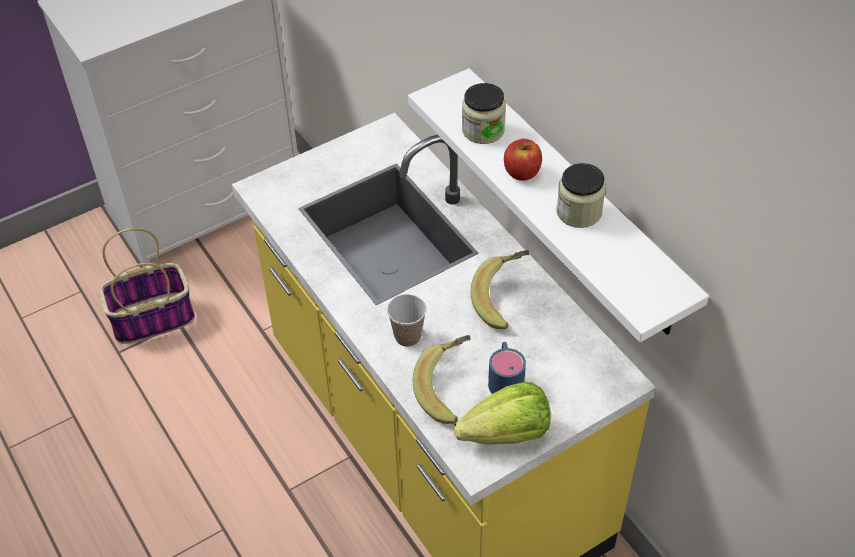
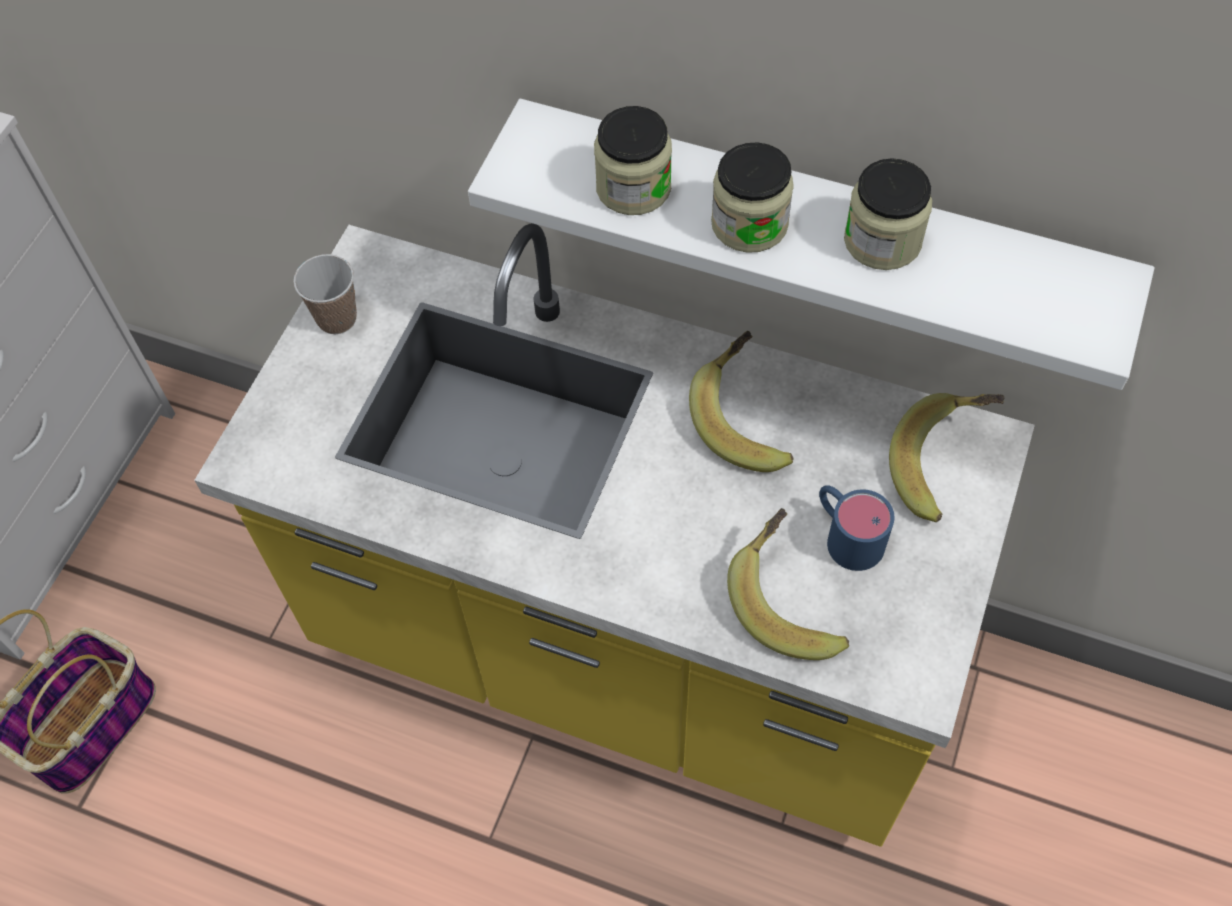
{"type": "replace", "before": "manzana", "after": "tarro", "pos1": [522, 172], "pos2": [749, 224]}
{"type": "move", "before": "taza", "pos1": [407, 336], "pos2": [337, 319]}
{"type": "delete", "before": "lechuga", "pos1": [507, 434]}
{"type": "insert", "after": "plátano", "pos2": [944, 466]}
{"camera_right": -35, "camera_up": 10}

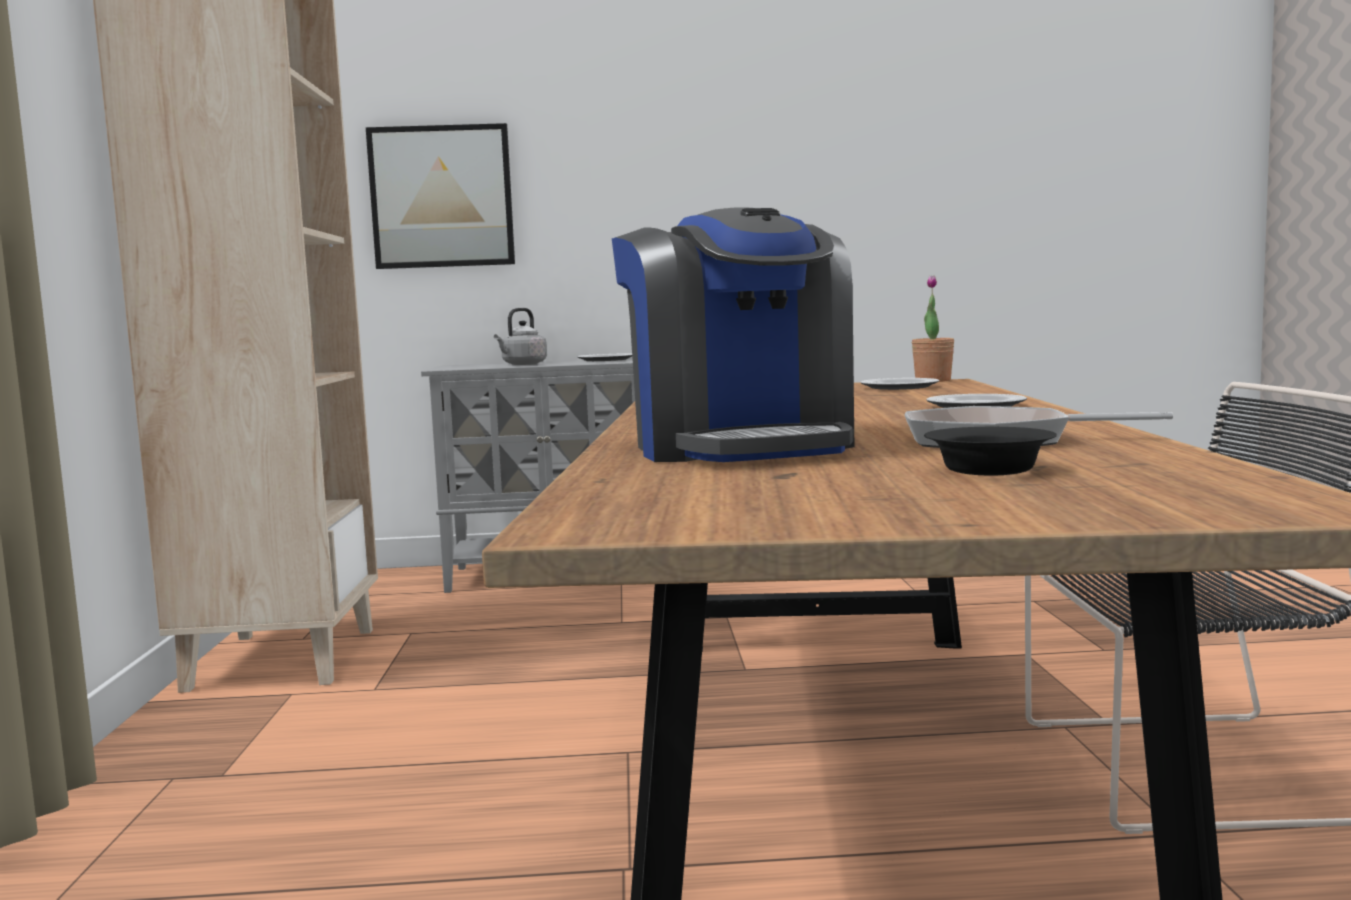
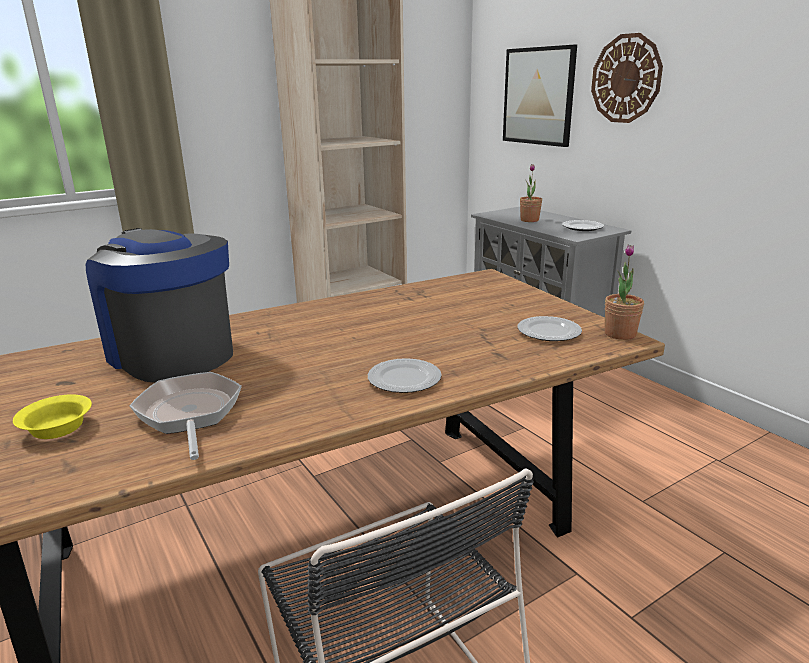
{"type": "rotate", "before": "cafetera", "pos1": [739, 447], "pos2": [171, 353], "turn": 90}
{"type": "replace", "before": "hervidor/gris", "after": "planta en maceta", "pos1": [522, 364], "pos2": [529, 220]}
{"type": "recolor", "before": "cuenco/negro", "after": "cuenco/amarillo", "pos1": [987, 471], "pos2": [56, 428]}
{"type": "insert", "after": "reloj de pared", "pos2": [626, 79]}
{"camera_right": 60, "camera_up": 15}

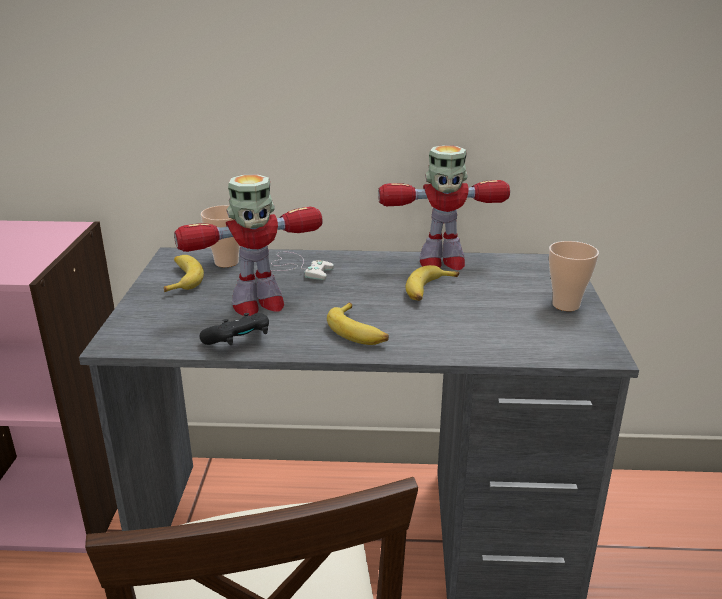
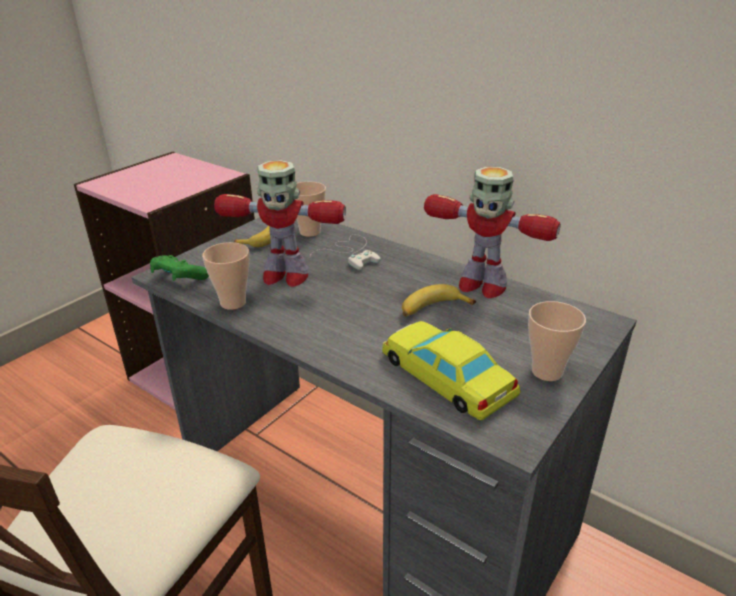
{"type": "delete", "before": "plátano", "pos1": [358, 332]}
{"type": "replace", "before": "mando de consola/negro", "after": "taza", "pos1": [239, 342], "pos2": [233, 303]}
{"type": "insert", "after": "mando de consola/verde", "pos2": [179, 278]}
{"type": "insert", "after": "coche de juguete/amarillo", "pos2": [446, 376]}
{"camera_right": 35, "camera_up": 5}

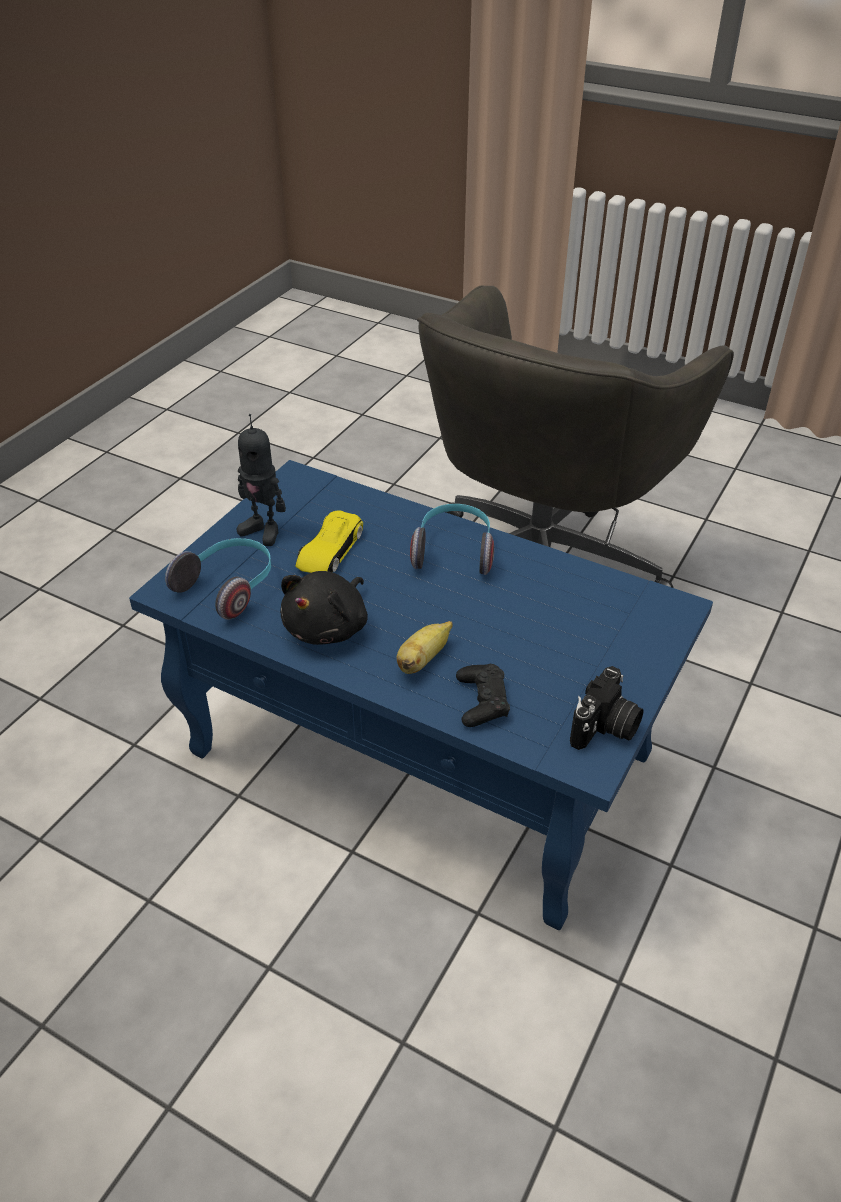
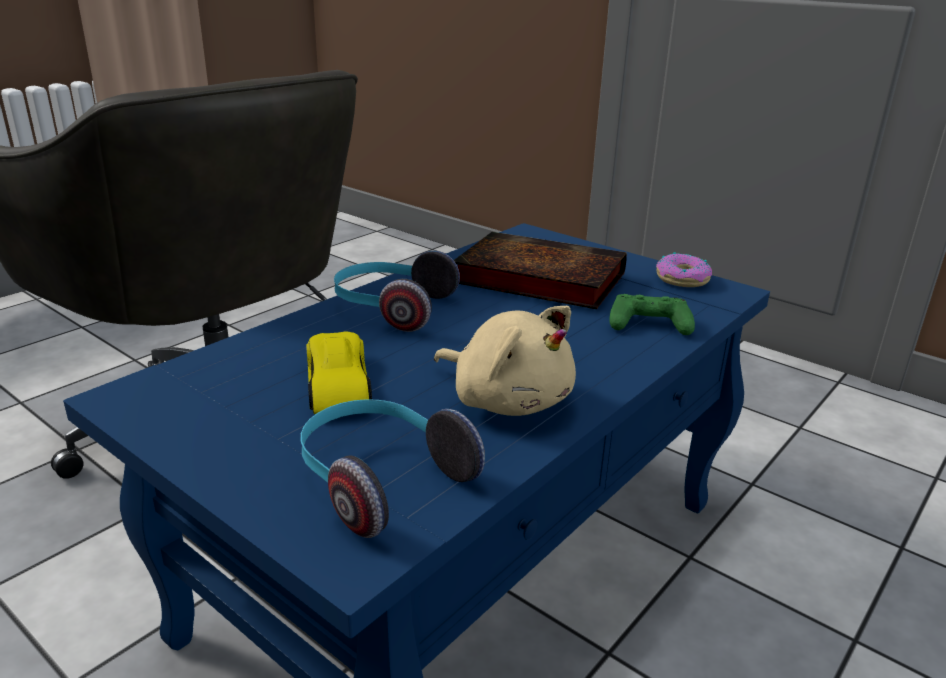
{"type": "delete", "before": "robot de juguete", "pos1": [263, 531]}
{"type": "rotate", "before": "coche de juguete/amarillo", "pos1": [330, 550], "pos2": [338, 385], "turn": 45}
{"type": "recolor", "before": "peluche/negro", "after": "peluche/beis", "pos1": [329, 627], "pos2": [507, 400]}
{"type": "delete", "before": "plátano", "pos1": [423, 660]}
{"type": "recolor", "before": "mando de consola/negro", "after": "mando de consola/verde", "pos1": [482, 701], "pos2": [649, 324]}
{"type": "replace", "before": "cámara", "after": "rosquilla", "pos1": [605, 728], "pos2": [683, 279]}
{"type": "insert", "after": "libro", "pos2": [535, 279]}
{"camera_right": -80, "camera_up": -15}

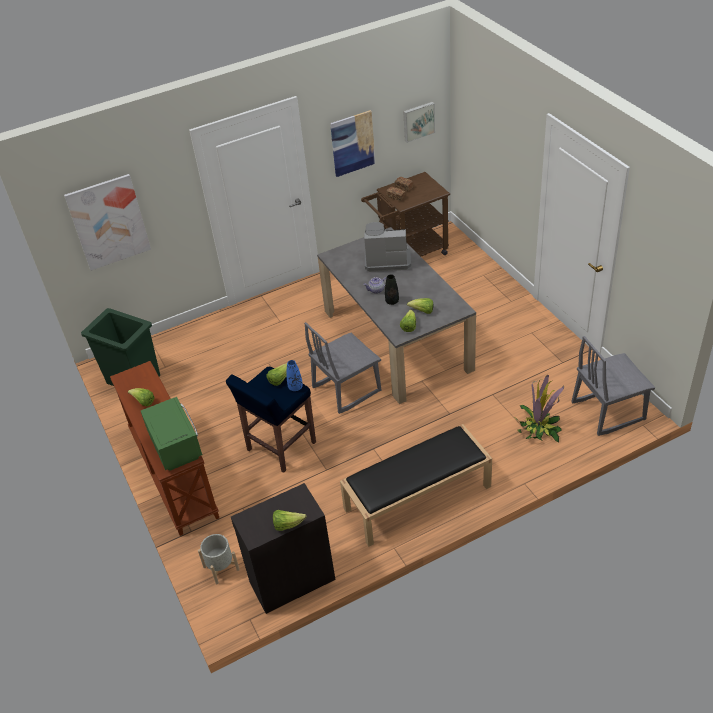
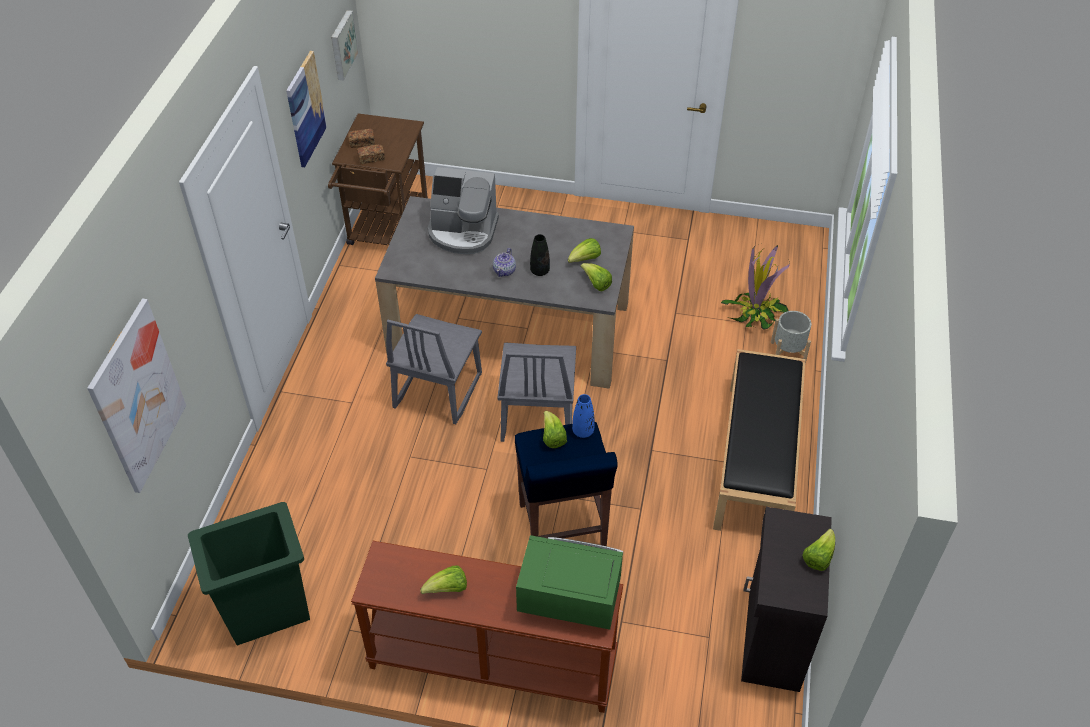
{"type": "rotate", "before": "cafetera", "pos1": [387, 259], "pos2": [463, 232], "turn": -120}
{"type": "move", "before": "silla/gris", "pos1": [607, 410], "pos2": [437, 390]}
{"type": "move", "before": "maceta/gris", "pos1": [221, 568], "pos2": [787, 353]}
{"camera_right": -55, "camera_up": 5}

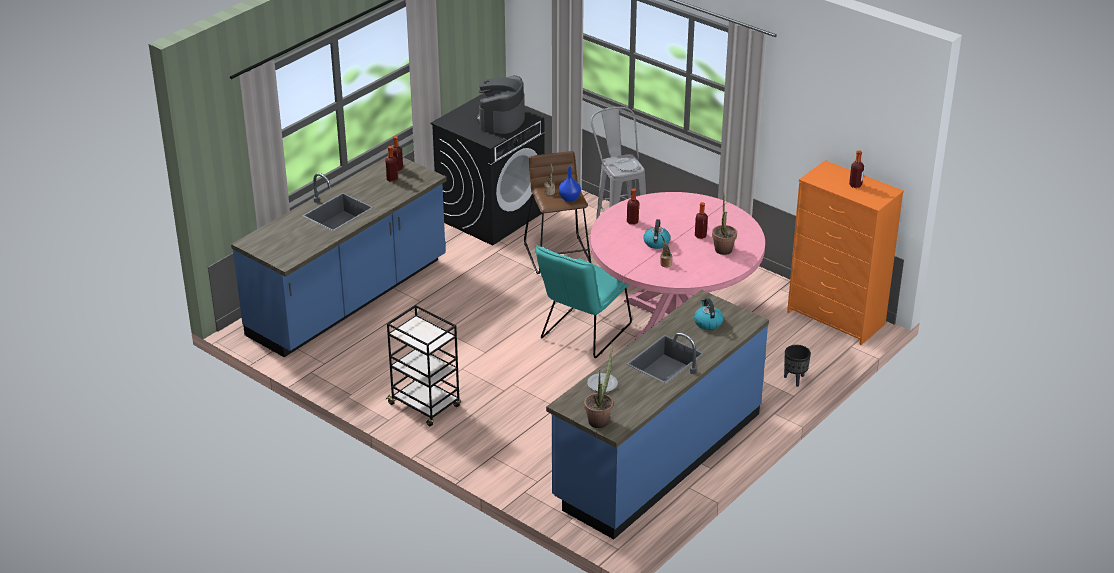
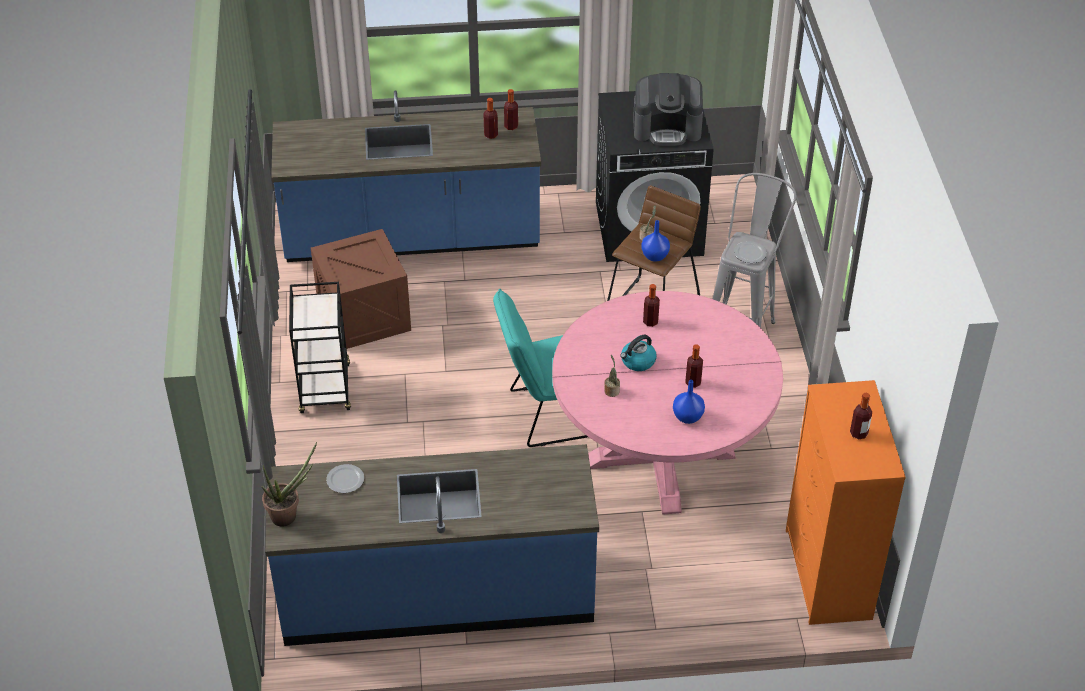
{"type": "rotate", "before": "cafetera", "pos1": [501, 120], "pos2": [667, 128], "turn": -150}
{"type": "replace", "before": "planta en maceta", "after": "florero/azul", "pos1": [723, 252], "pos2": [687, 417]}
{"type": "delete", "before": "hervidor", "pos1": [707, 323]}
{"type": "delete", "before": "maceta/negro", "pos1": [795, 379]}
{"type": "insert", "after": "caja de embalaje", "pos2": [364, 316]}
{"camera_right": 45, "camera_up": 10}

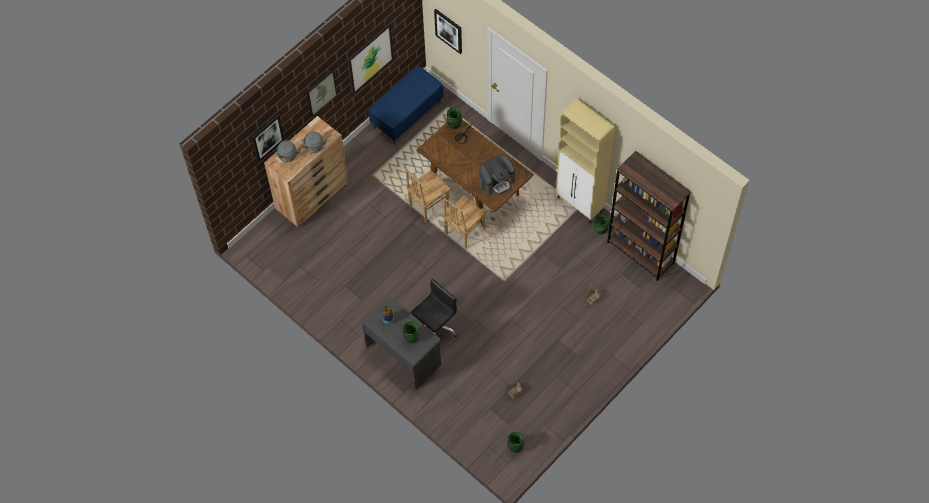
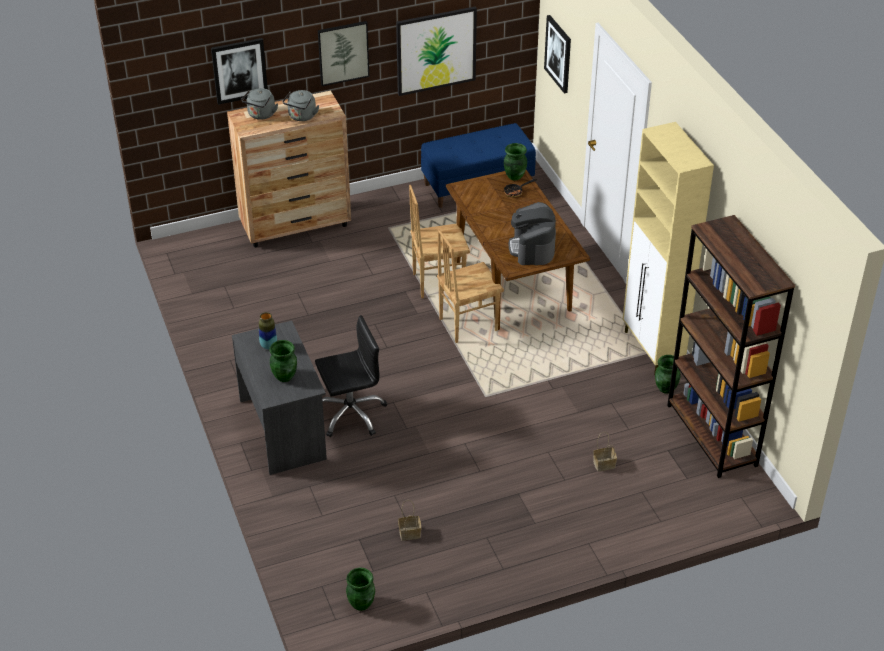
{"type": "rotate", "before": "cafetera", "pos1": [497, 181], "pos2": [532, 248], "turn": 90}
{"camera_right": 25, "camera_up": -20}

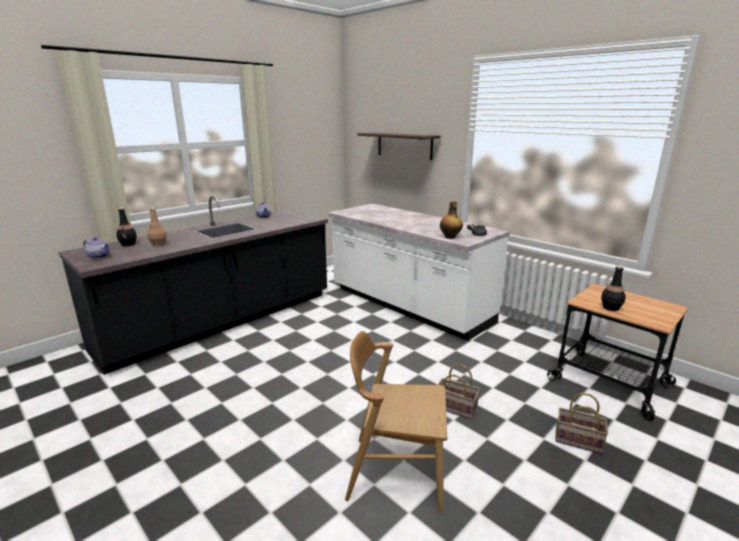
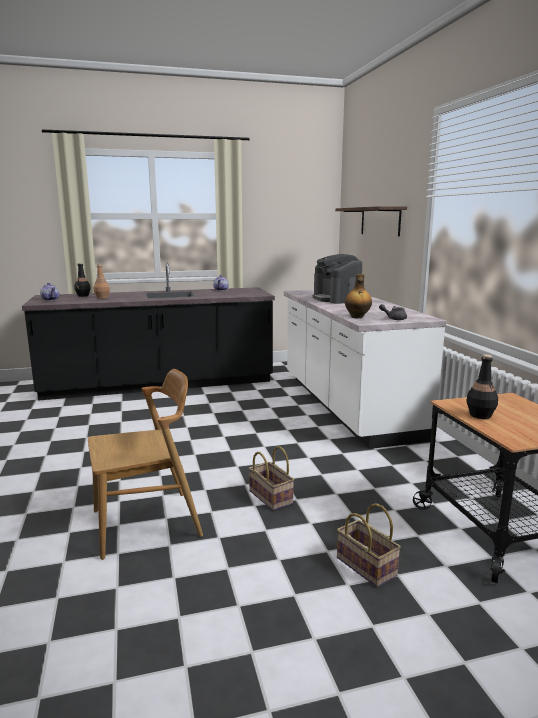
{"type": "rotate", "before": "silla/marrón", "pos1": [396, 472], "pos2": [147, 523], "turn": 120}
{"type": "insert", "after": "cafetera", "pos2": [337, 299]}
{"camera_right": 30, "camera_up": -5}

